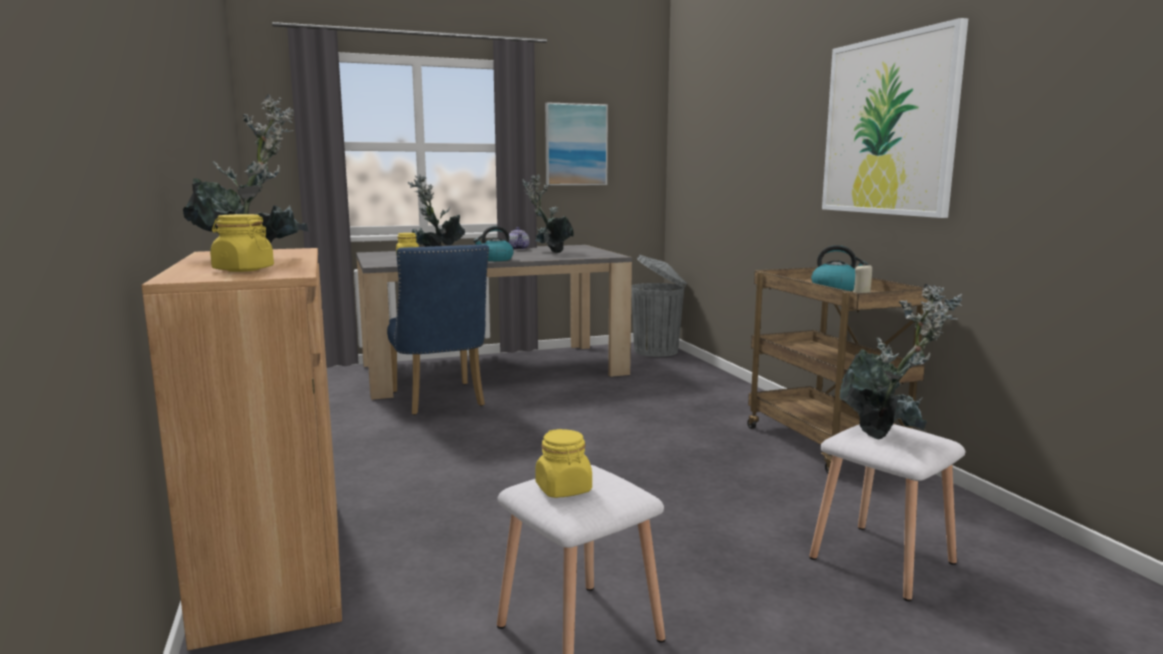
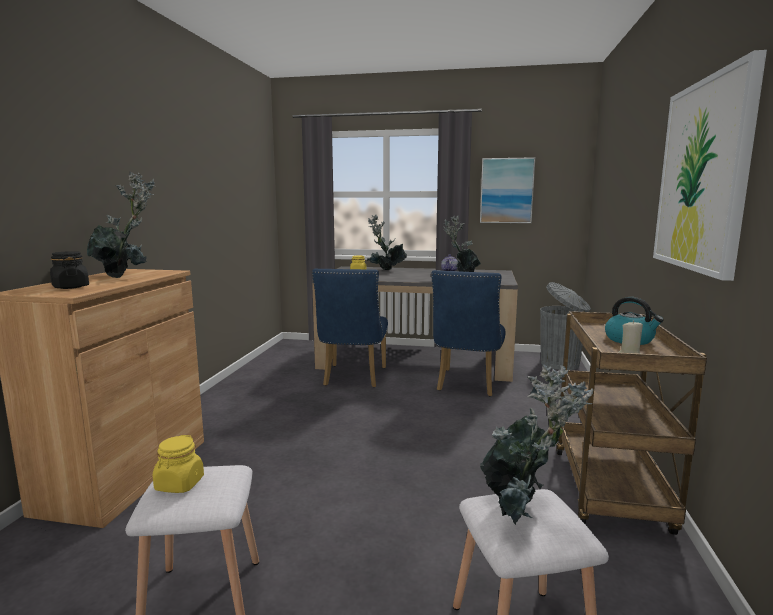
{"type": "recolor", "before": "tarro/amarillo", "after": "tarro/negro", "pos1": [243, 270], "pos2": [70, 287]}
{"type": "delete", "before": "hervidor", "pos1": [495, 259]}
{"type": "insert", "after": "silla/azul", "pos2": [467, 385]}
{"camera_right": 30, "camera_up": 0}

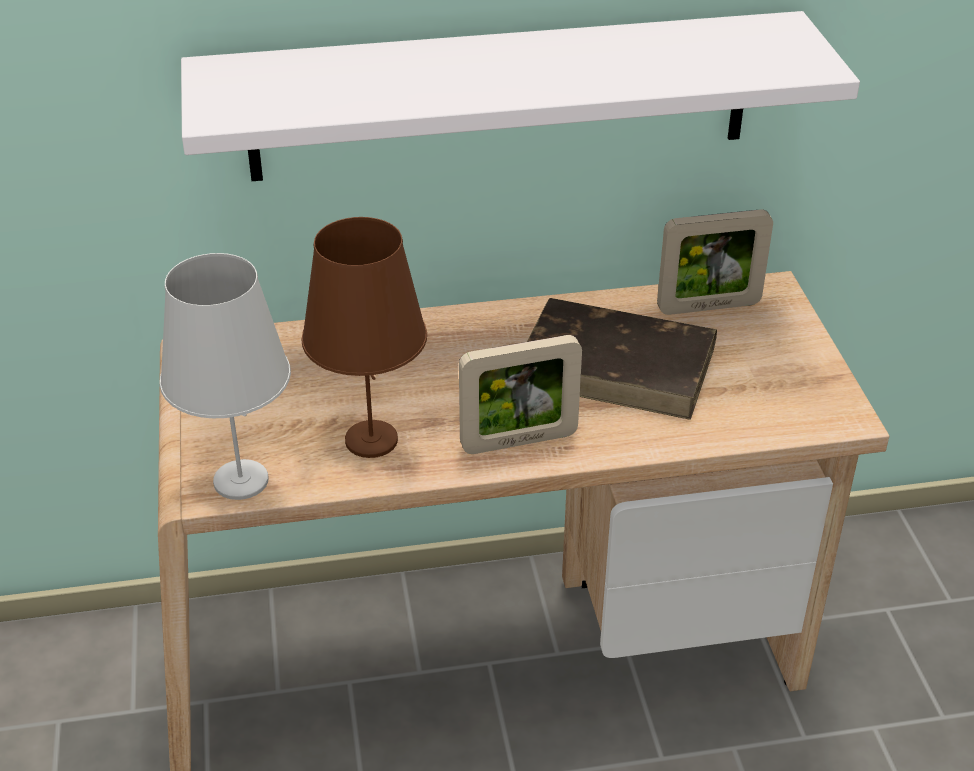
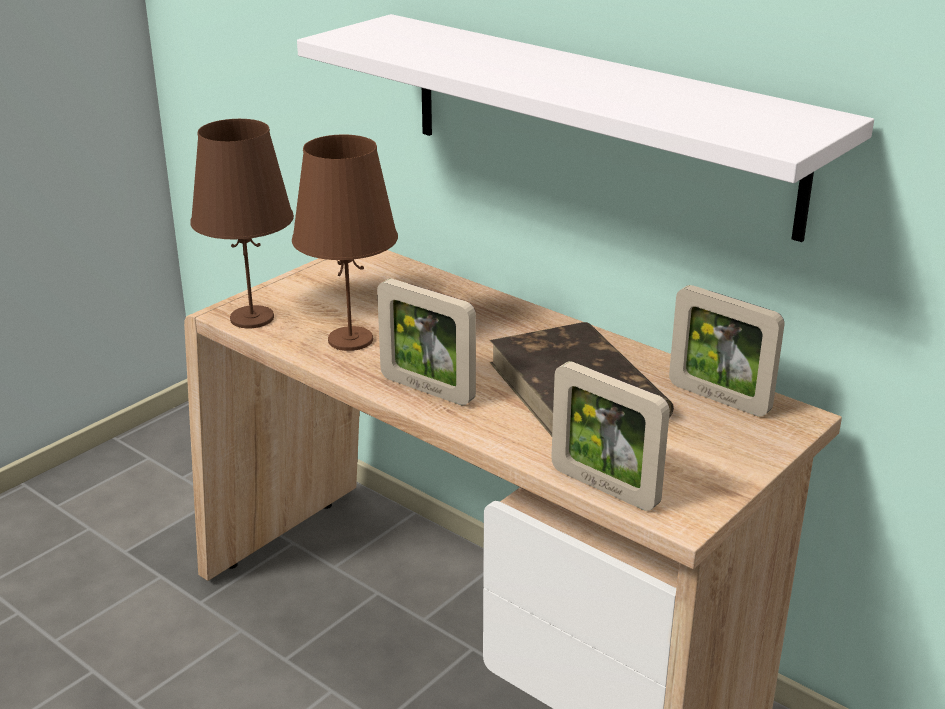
{"type": "recolor", "before": "lámpara de mesa/blanco", "after": "lámpara de mesa/marrón", "pos1": [241, 480], "pos2": [252, 318]}
{"type": "insert", "after": "portarretratos", "pos2": [604, 487]}
{"camera_right": 50, "camera_up": -10}

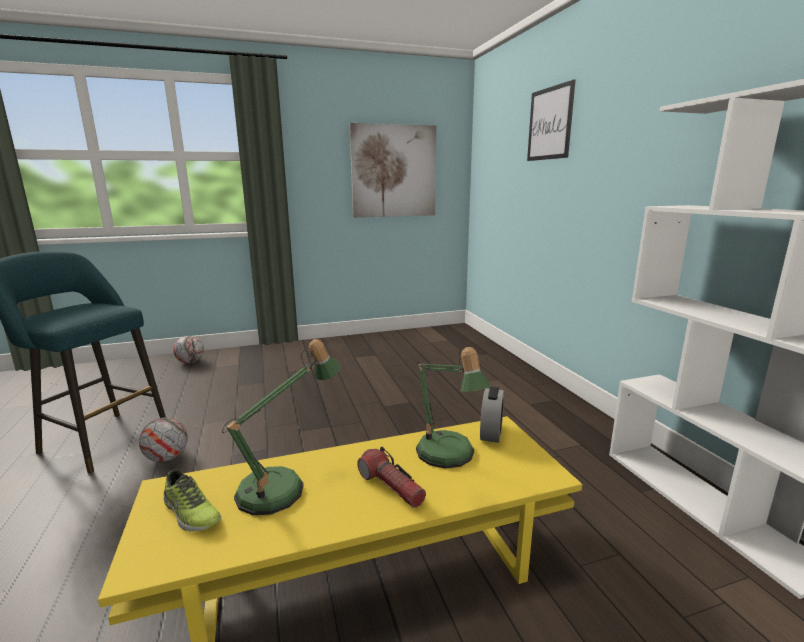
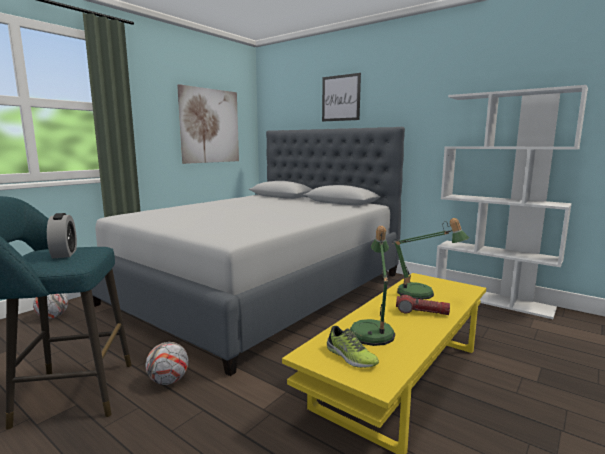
{"type": "move", "before": "despertador", "pos1": [491, 433], "pos2": [64, 254]}
{"type": "rotate", "before": "zapato", "pos1": [190, 513], "pos2": [350, 357], "turn": 45}
{"type": "insert", "after": "cama/gris", "pos2": [259, 288]}
{"camera_right": -35, "camera_up": -5}

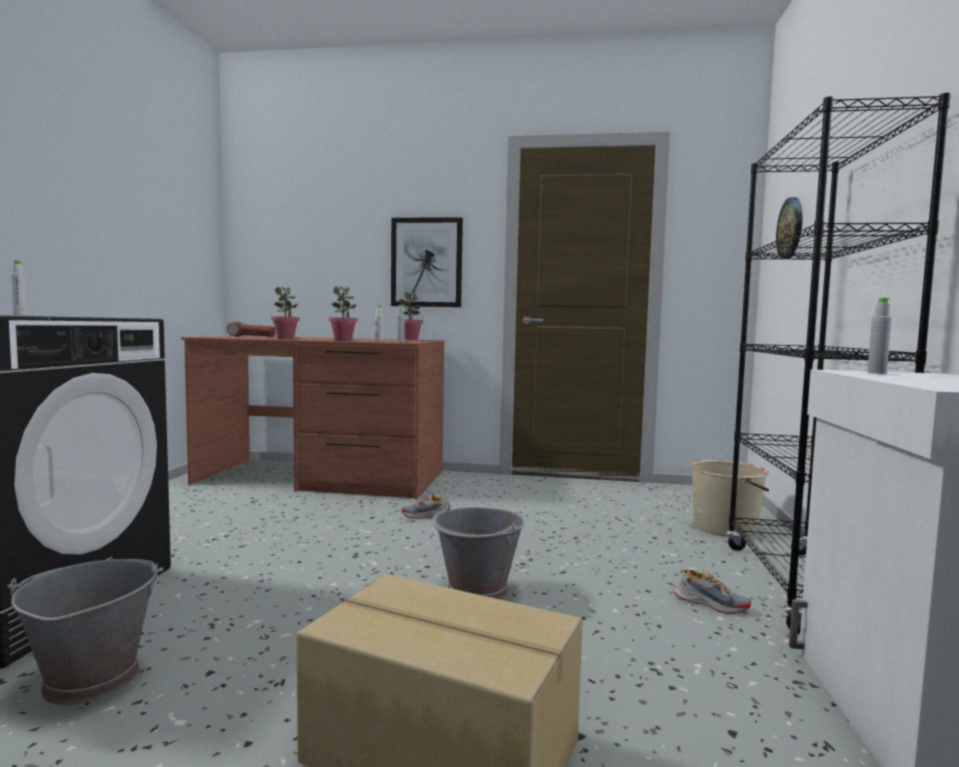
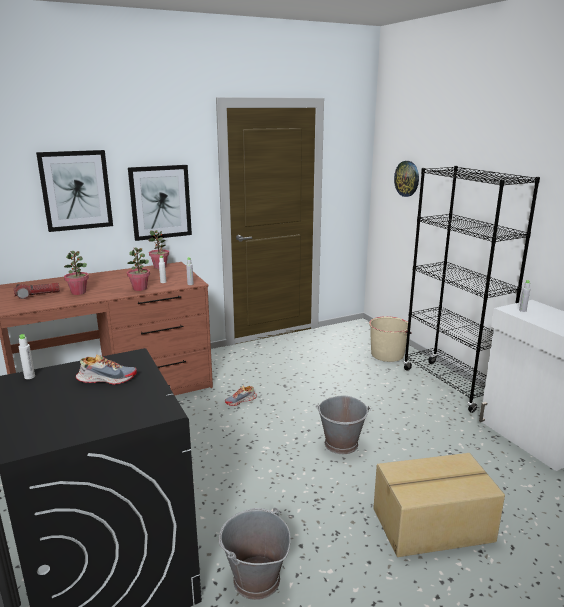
{"type": "move", "before": "zapato", "pos1": [710, 603], "pos2": [107, 379]}
{"type": "insert", "after": "cuadro", "pos2": [76, 190]}
{"camera_right": -35, "camera_up": 15}

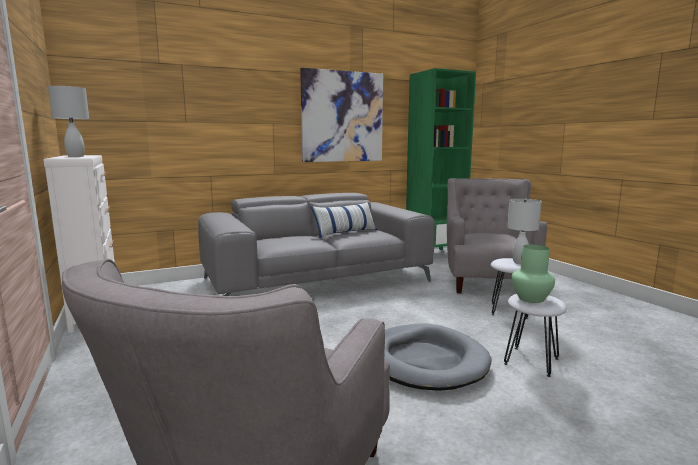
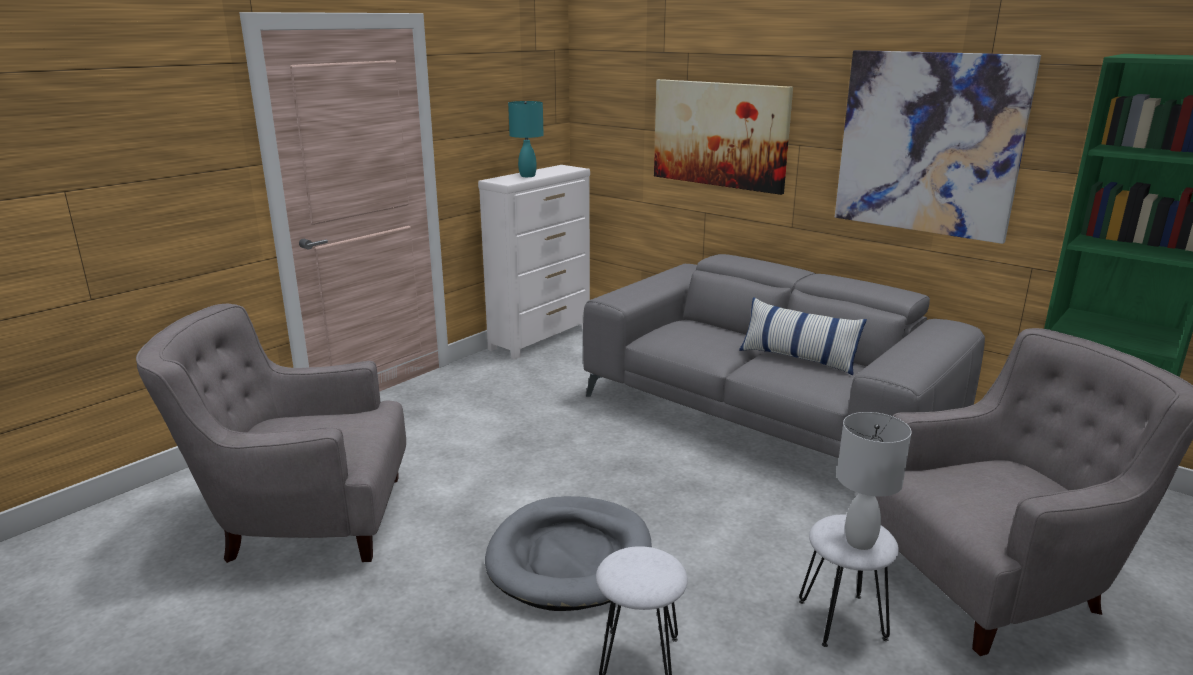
{"type": "recolor", "before": "lámpara de mesa/blanco", "after": "lámpara de mesa/turquesa", "pos1": [75, 156], "pos2": [527, 176]}
{"type": "delete", "before": "florero/verde", "pos1": [530, 299]}
{"type": "insert", "after": "cuadro", "pos2": [719, 134]}
{"camera_right": 65, "camera_up": 10}

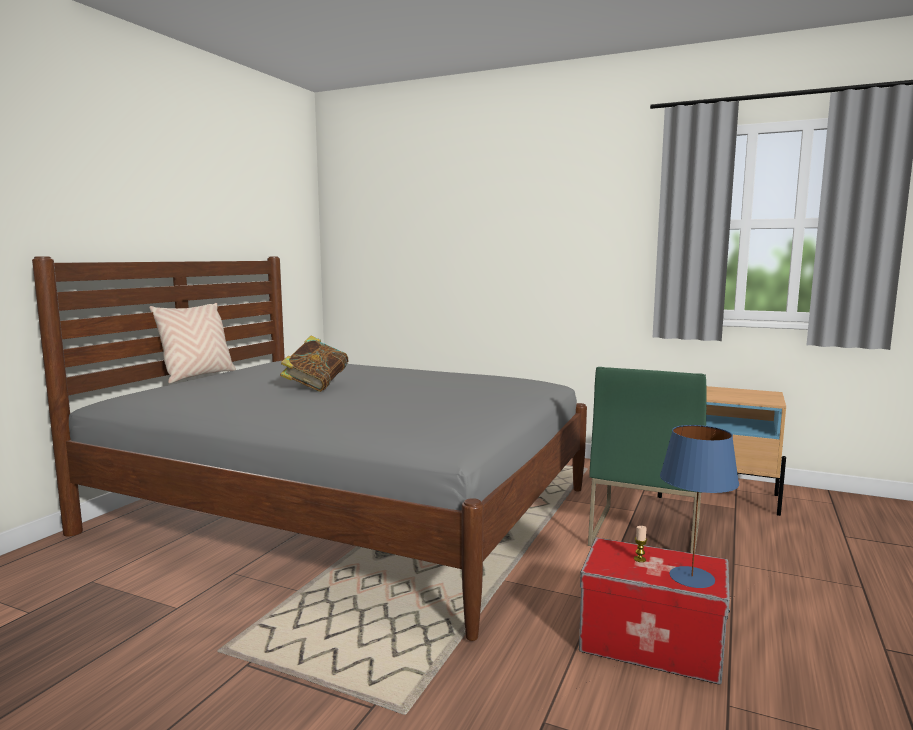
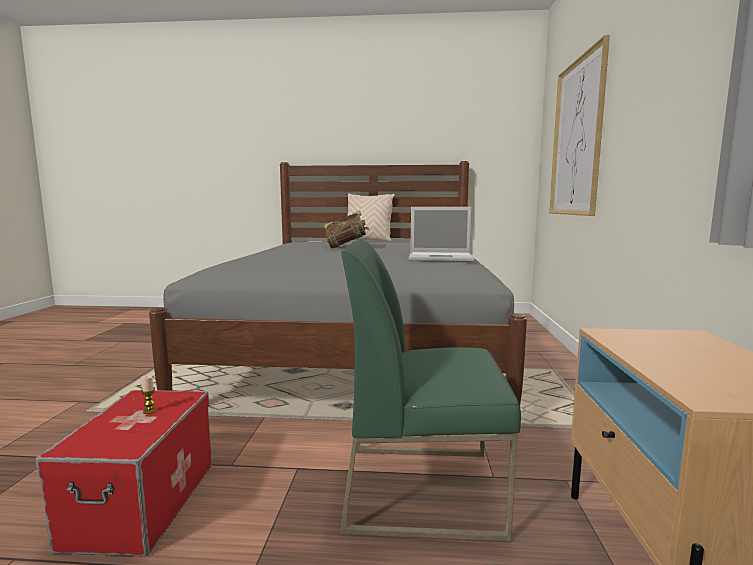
{"type": "delete", "before": "lámpara de mesa/azul", "pos1": [692, 577]}
{"type": "insert", "after": "cuadro", "pos2": [577, 138]}
{"type": "insert", "after": "portátil", "pos2": [442, 257]}
{"camera_right": 70, "camera_up": 0}

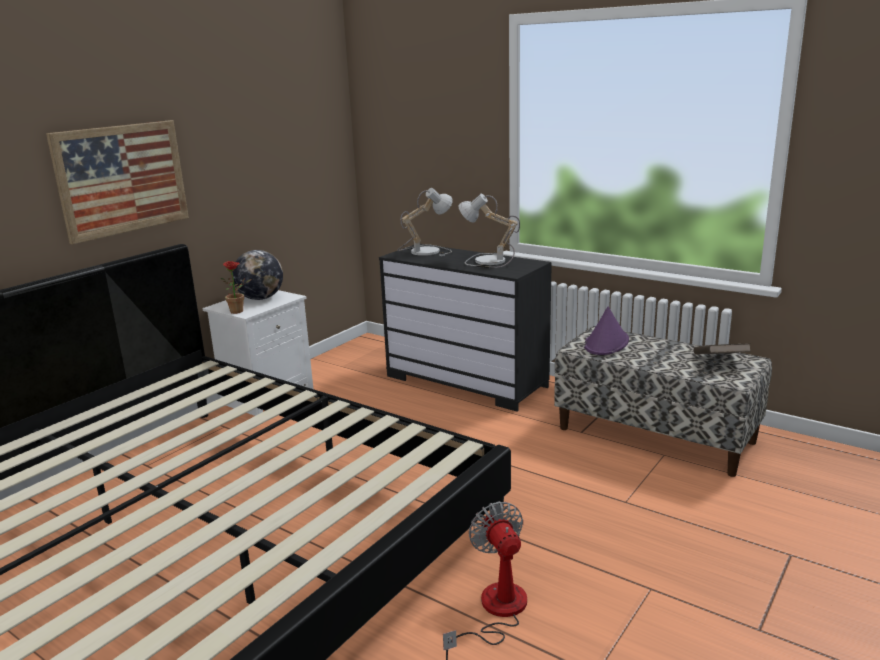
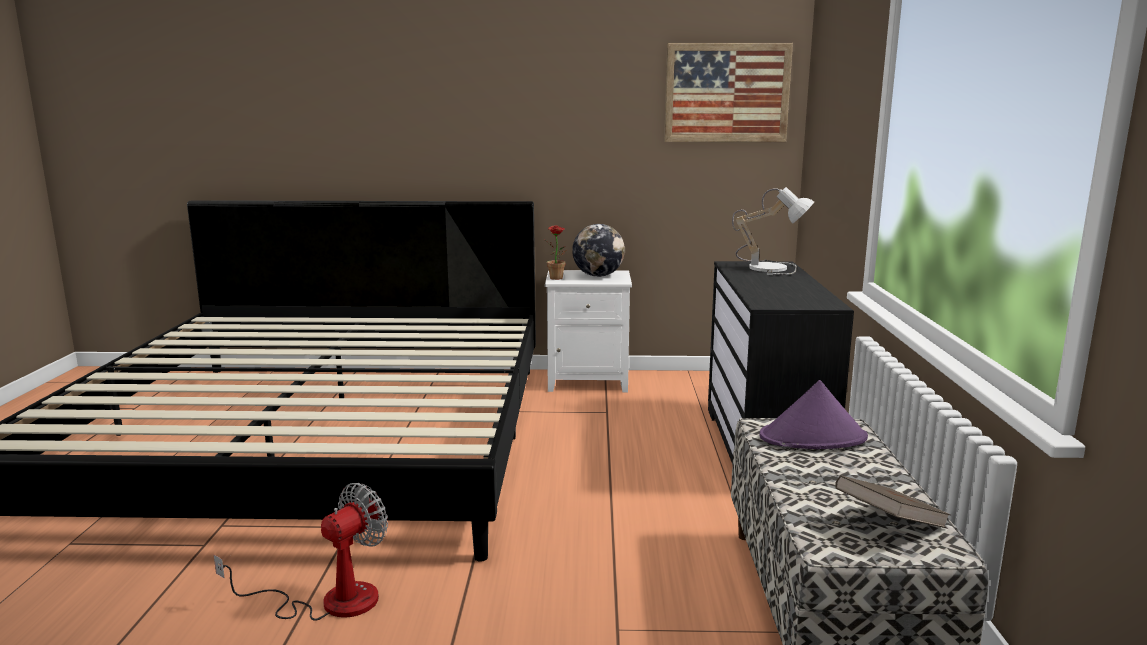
{"type": "move", "before": "cuadro", "pos1": [122, 179], "pos2": [726, 93]}
{"type": "delete", "before": "lámpara de mesa", "pos1": [486, 261]}
{"camera_right": 55, "camera_up": -5}

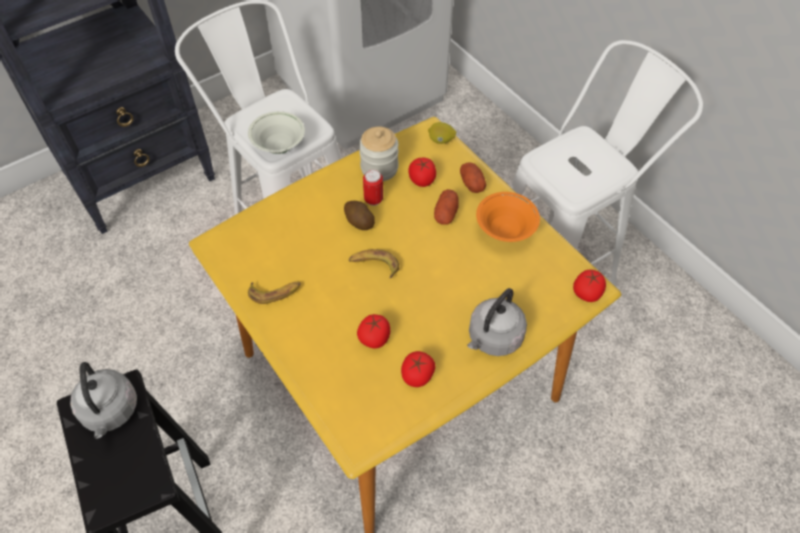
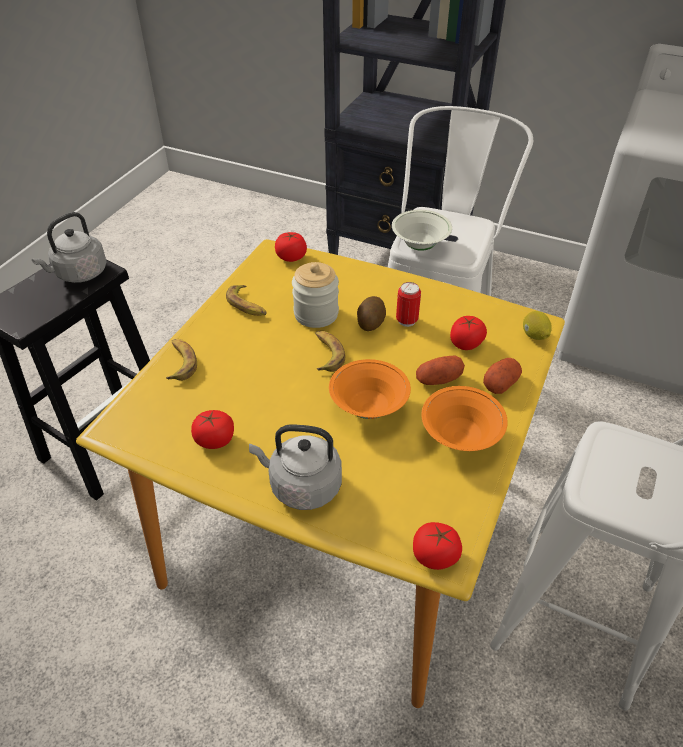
{"type": "move", "before": "tarro", "pos1": [379, 168], "pos2": [316, 314]}
{"type": "move", "before": "tomate", "pos1": [374, 338], "pos2": [291, 257]}
{"type": "insert", "after": "plátano", "pos2": [180, 362]}
{"type": "insert", "after": "cuenco/naranja", "pos2": [368, 408]}
{"camera_right": 60, "camera_up": -10}

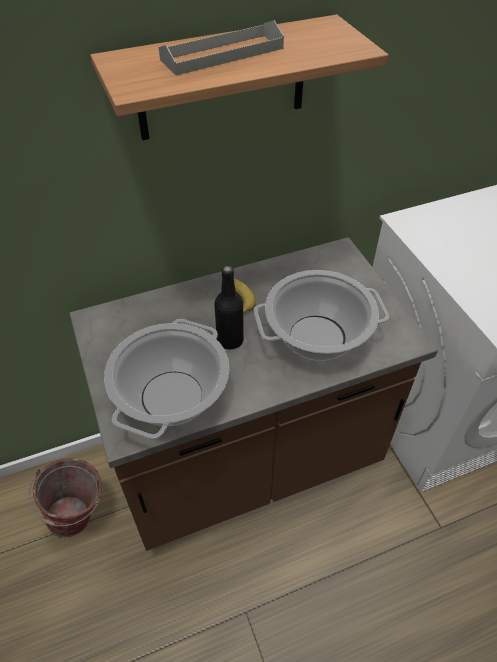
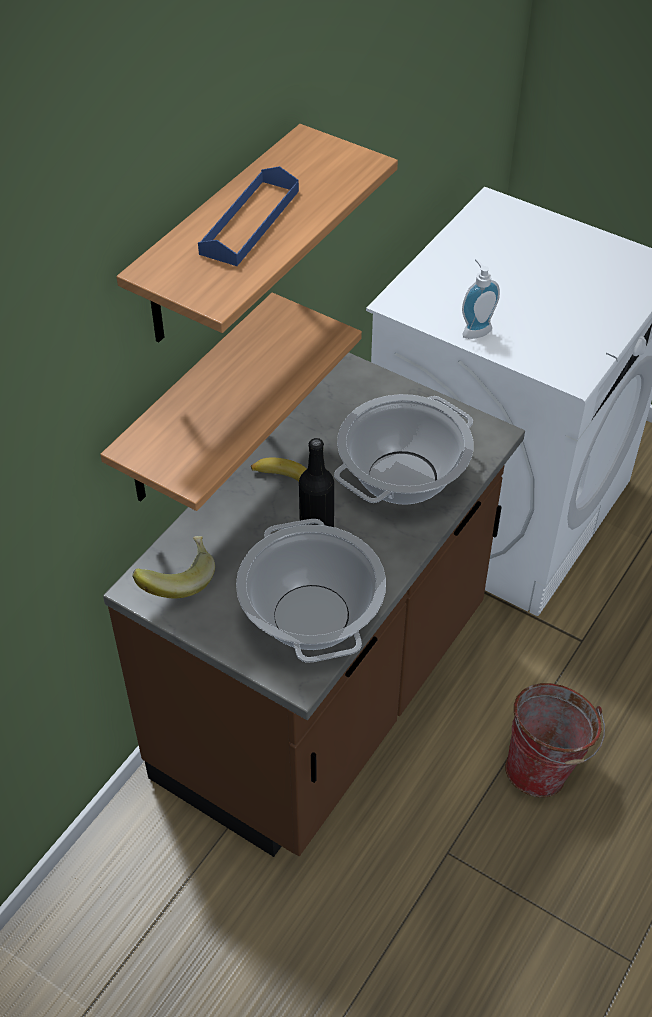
{"type": "recolor", "before": "bandeja/gris", "after": "bandeja/azul", "pos1": [222, 54], "pos2": [250, 222]}
{"type": "move", "before": "cubo", "pos1": [81, 517], "pos2": [545, 767]}
{"type": "insert", "after": "dispensador de jabón", "pos2": [475, 330]}
{"type": "insert", "after": "estante", "pos2": [195, 404]}
{"type": "insert", "after": "plátano", "pos2": [177, 579]}
{"camera_right": -35, "camera_up": 0}

